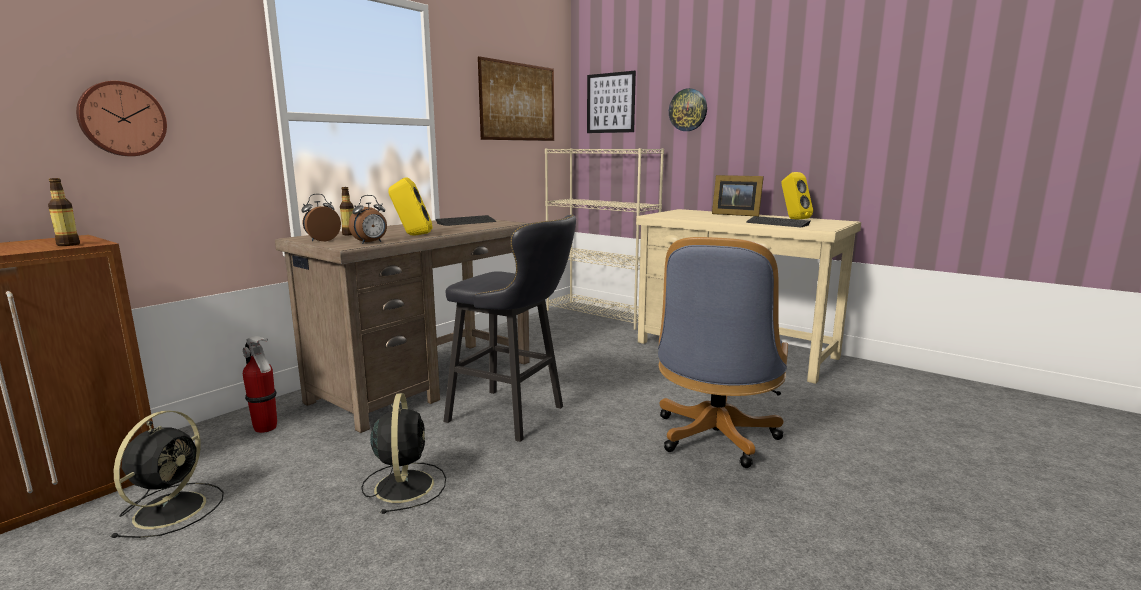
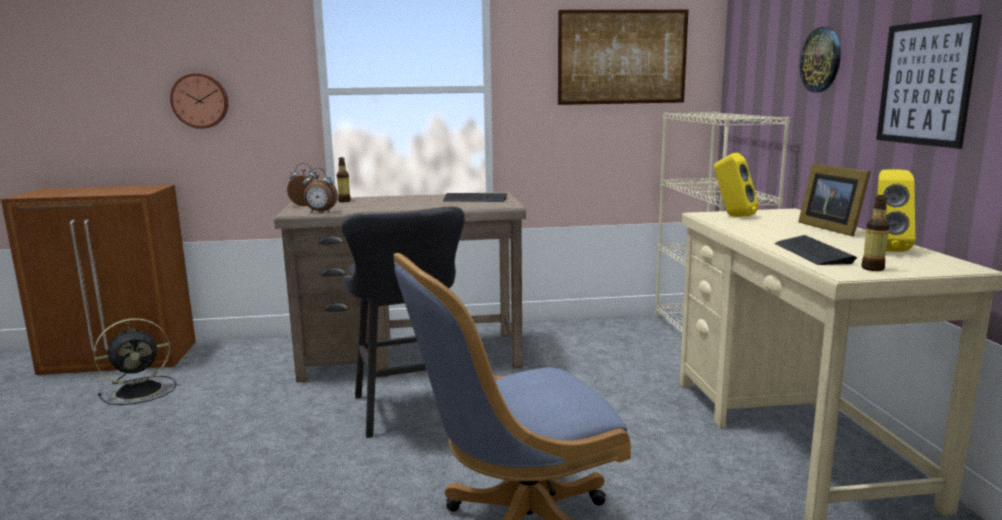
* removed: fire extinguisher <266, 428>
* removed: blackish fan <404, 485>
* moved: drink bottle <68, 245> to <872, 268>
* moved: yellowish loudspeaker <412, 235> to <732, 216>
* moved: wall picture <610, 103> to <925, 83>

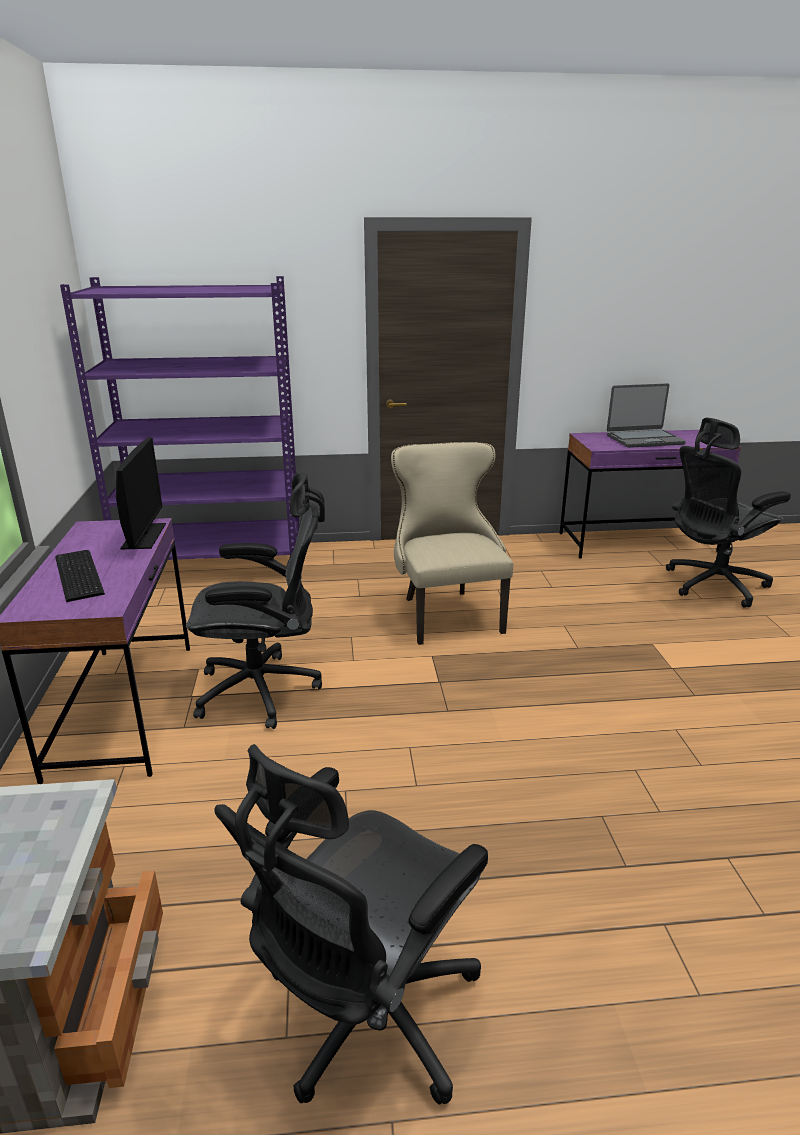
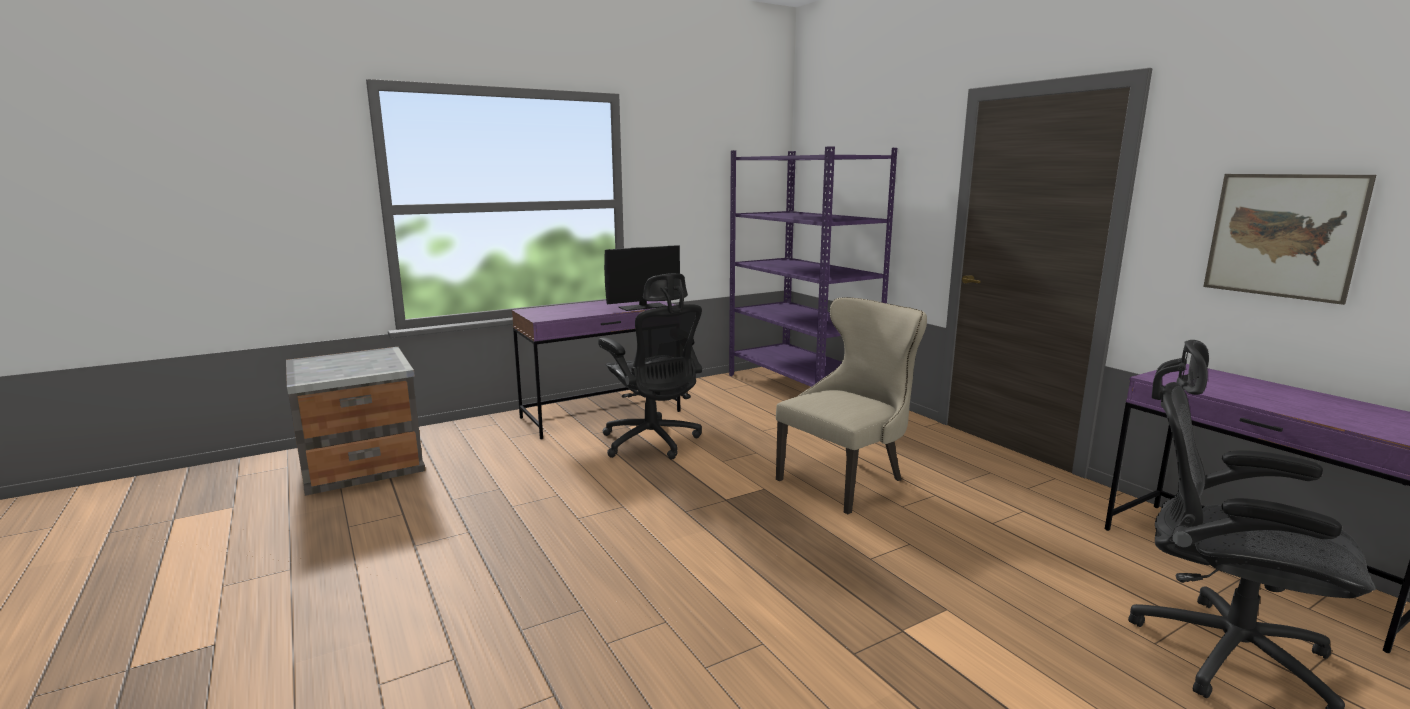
* removed: keyboard <76, 576>
* removed: desk chair <366, 1018>
* removed: notebook computer <644, 439>
* added: wall picture <1282, 235>

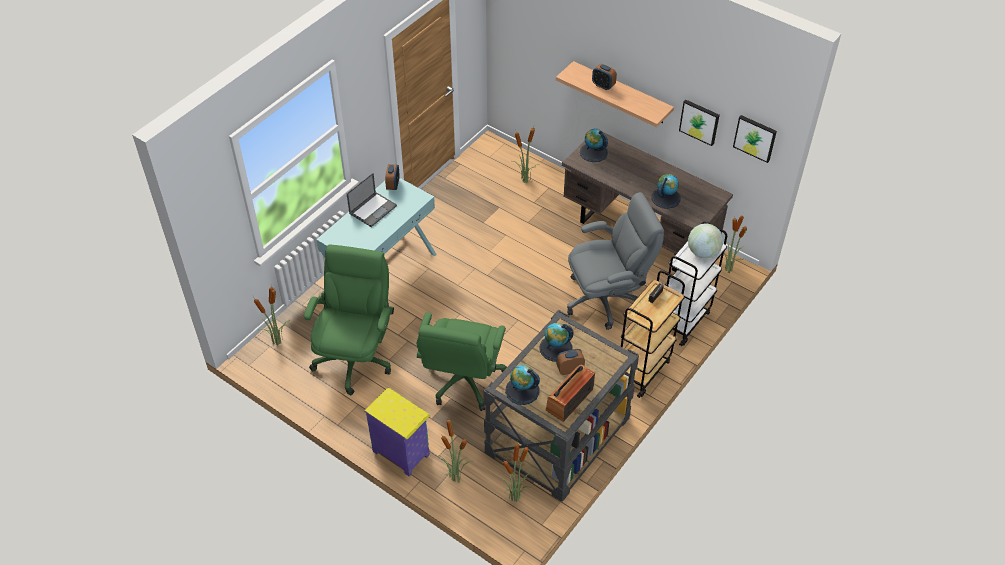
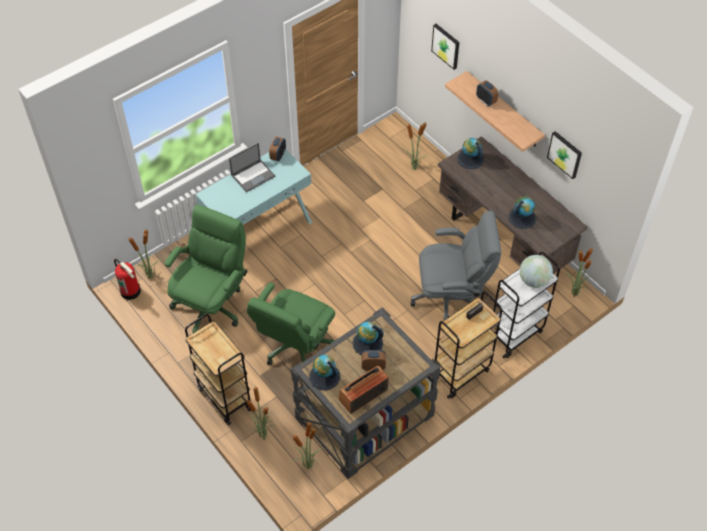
* added: fire extinguisher <131, 291>
* moved: wall picture <755, 138> to <446, 46>
* replaced: bedside table <401, 451> to brown wheeled cart <224, 399>

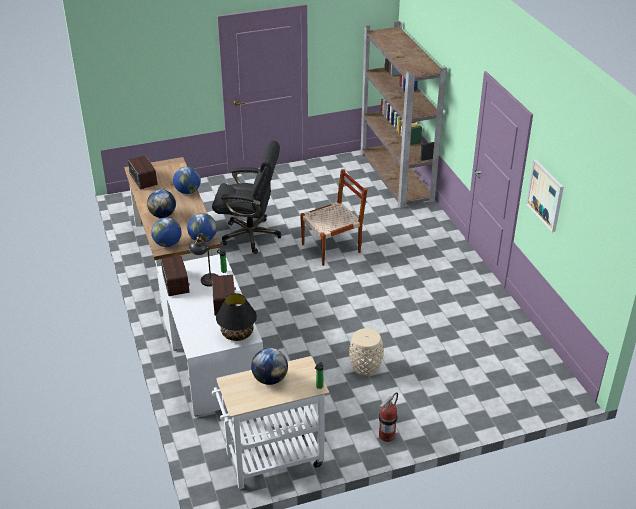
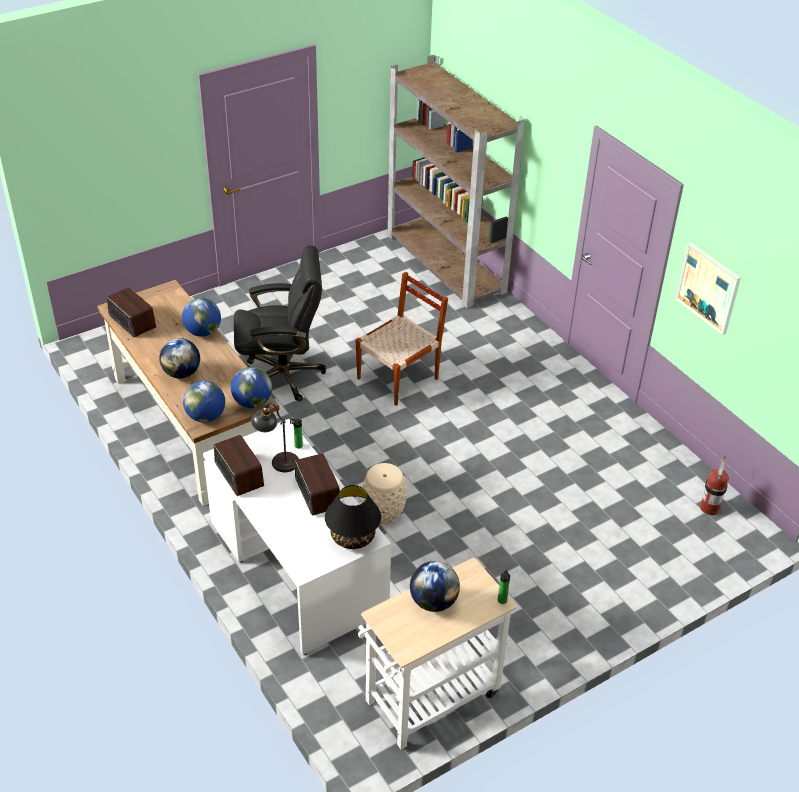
* moved: beige stool seat <365, 367> to <384, 512>
* moved: fire extinguisher <386, 435> to <709, 508>

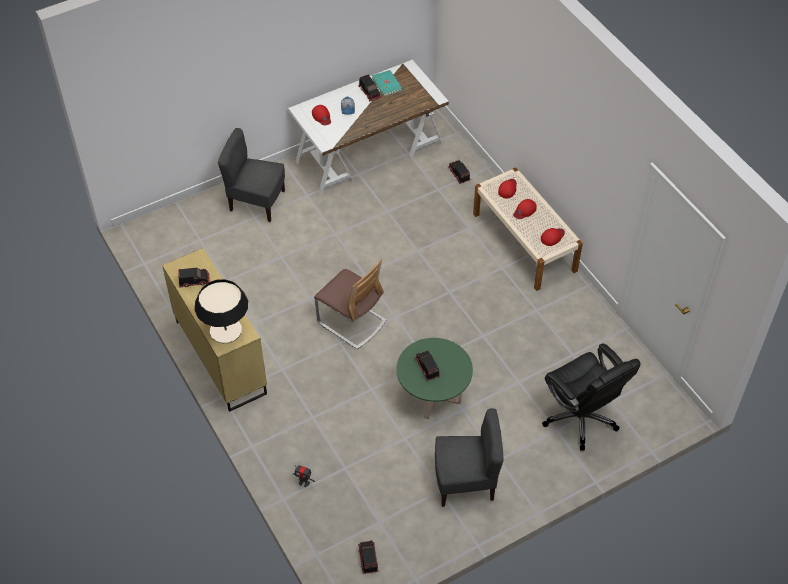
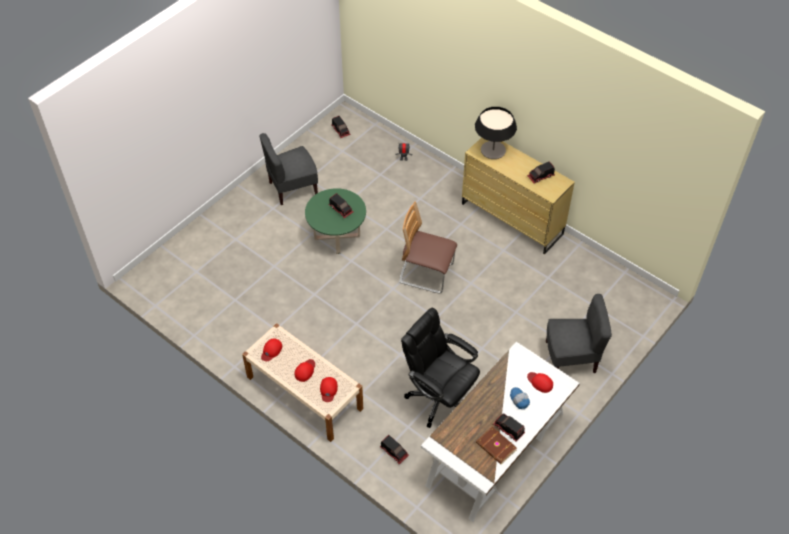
* moved: blackish desk chair <580, 417> to <439, 398>
* recoloured: blue-green book <387, 84> to brown book <495, 447>

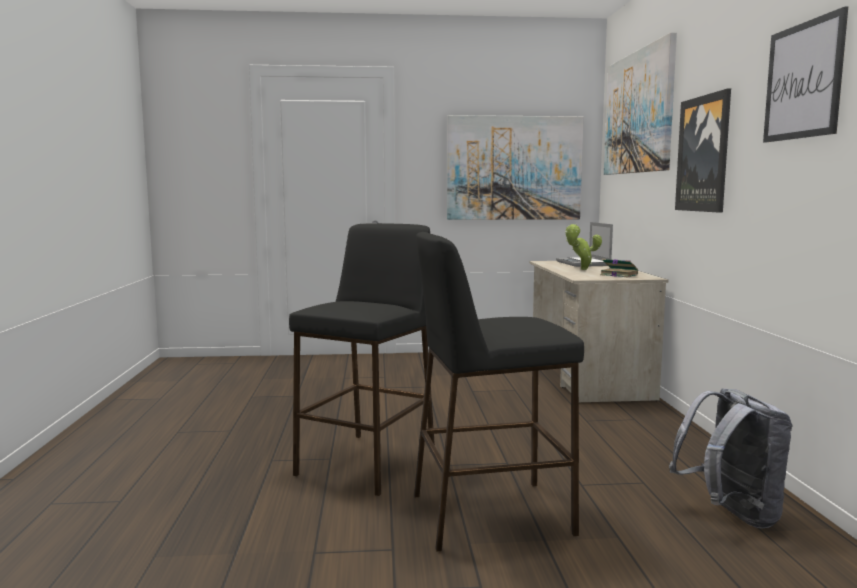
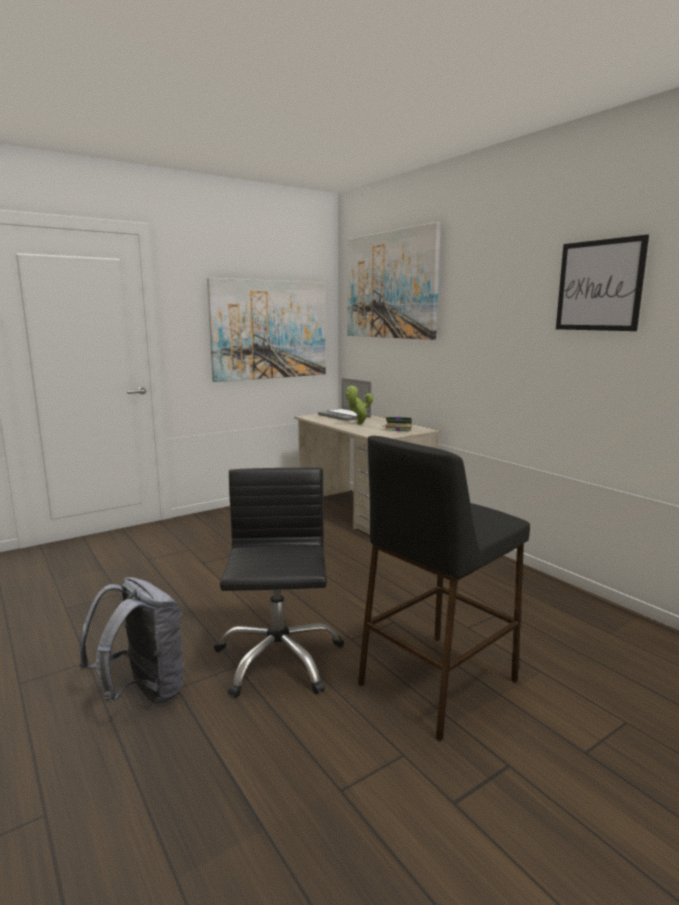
* removed: wall picture <704, 154>
* moved: gray rucksack <730, 515> to <142, 693>
* replaced: blackish stool seat <368, 462> to blackish desk chair <278, 659>

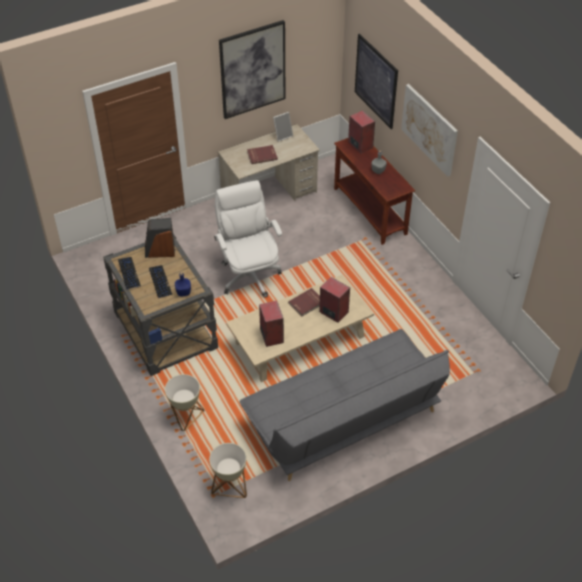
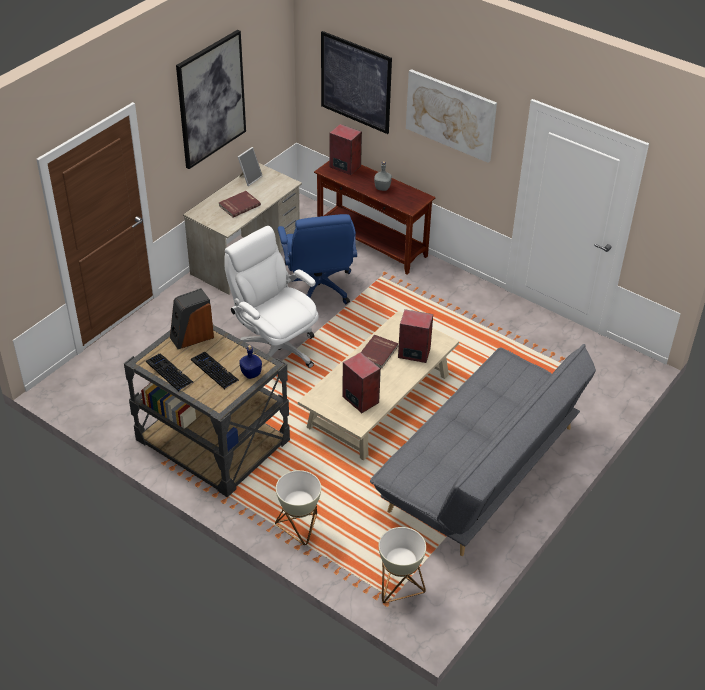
* added: blue-coloured desk chair <318, 291>

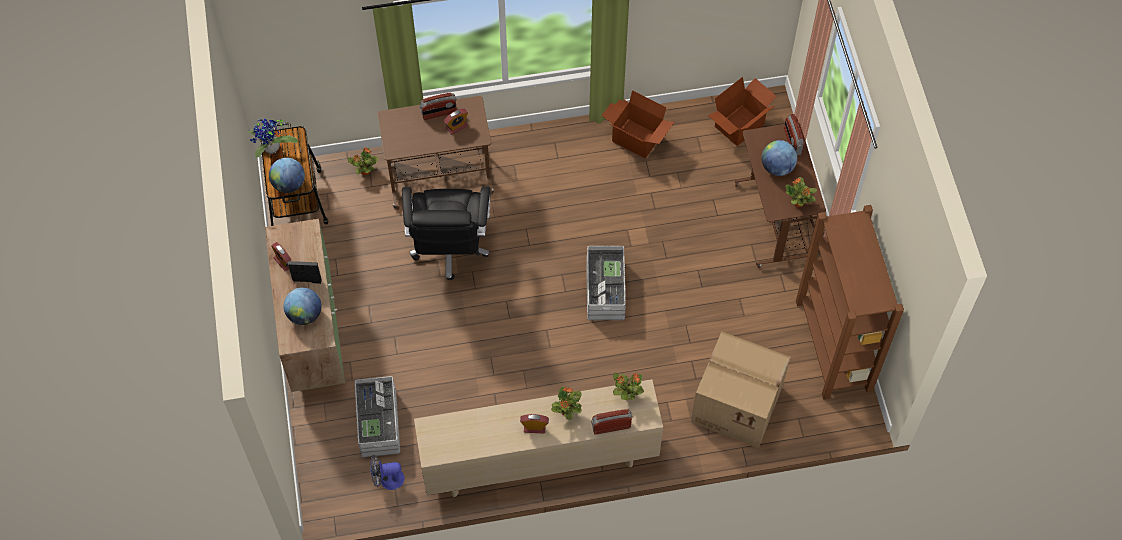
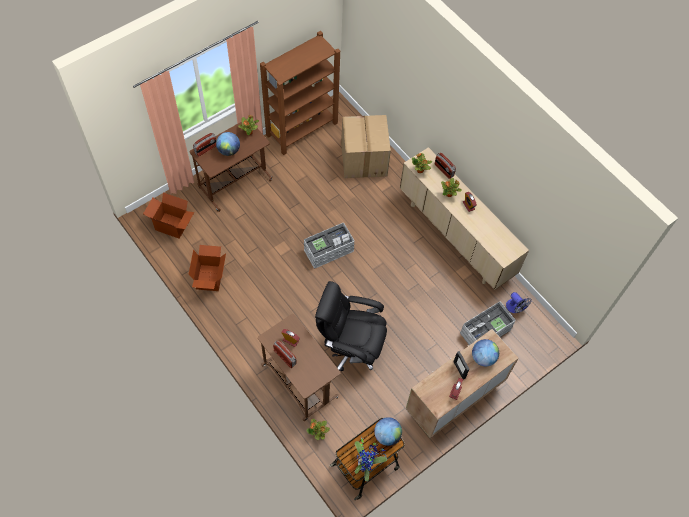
* turned: blackish desk chair <450, 252> = <350, 348> 135 degrees counterclockwise

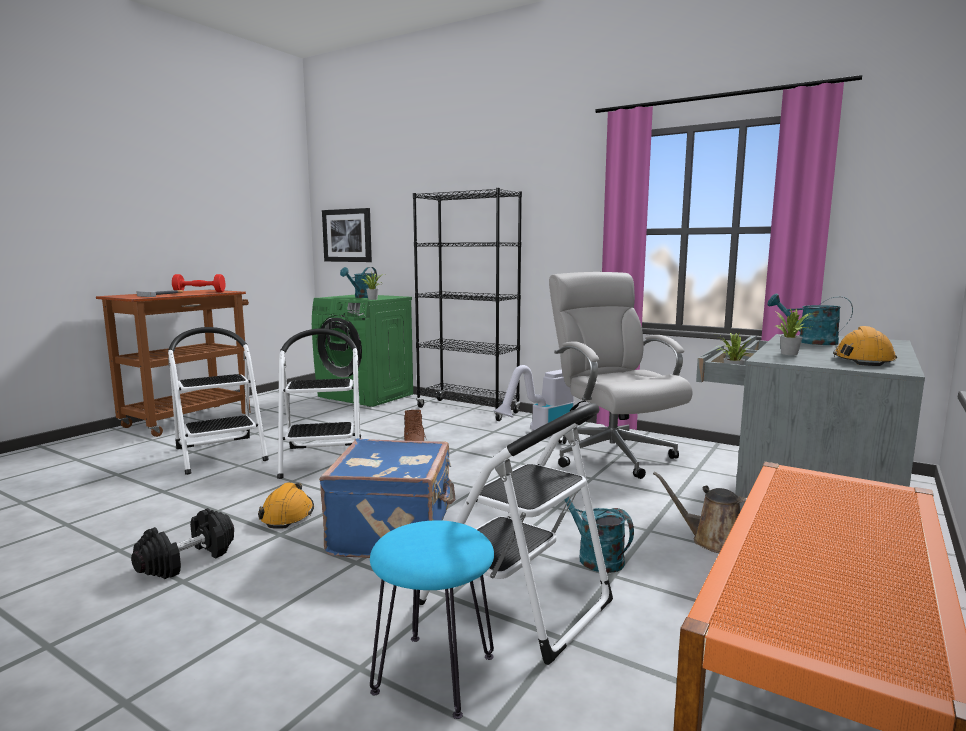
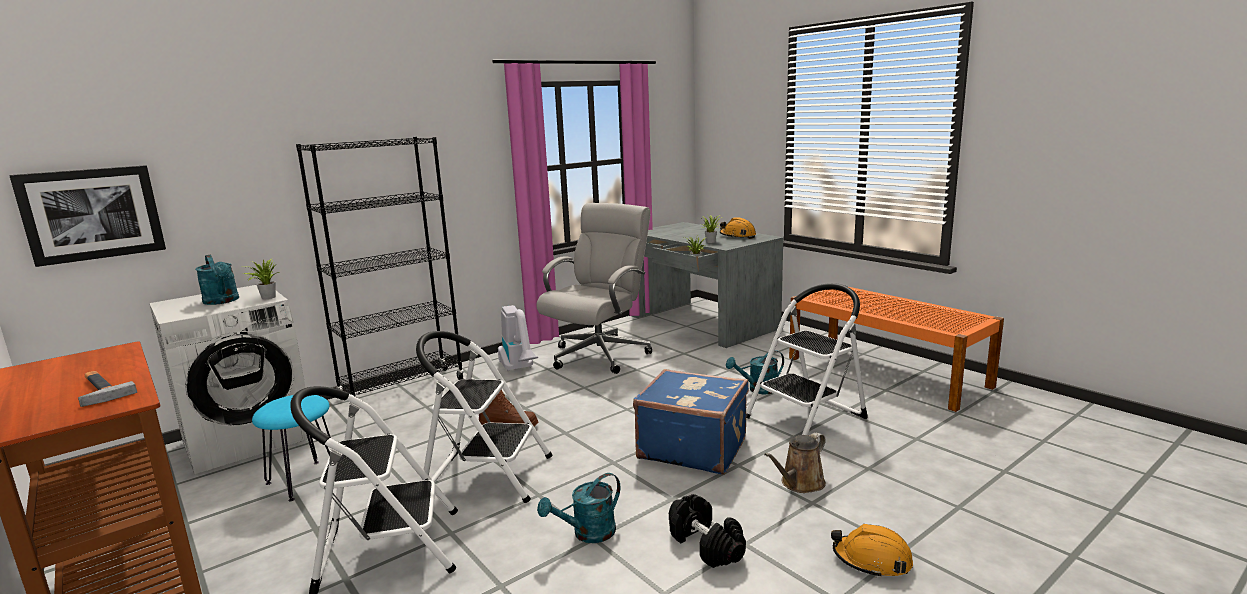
* removed: red free weight <199, 292>
* moved: orangey work helmet <287, 515> to <872, 560>
* moved: blue-green stool seat <434, 673> to <304, 480>
* moved: brown watering can <712, 541> to <800, 484>
* moved: blue-green watering can <809, 342> to <587, 534>
* recoloured: greenish washing machine <366, 397> to white-coloured washing machine <249, 442>
* turned: gray desk chair <612, 456> = <599, 356> 135 degrees clockwise

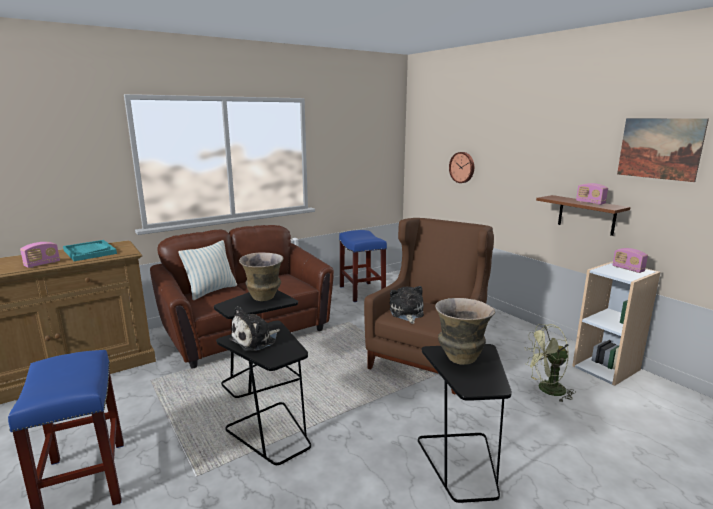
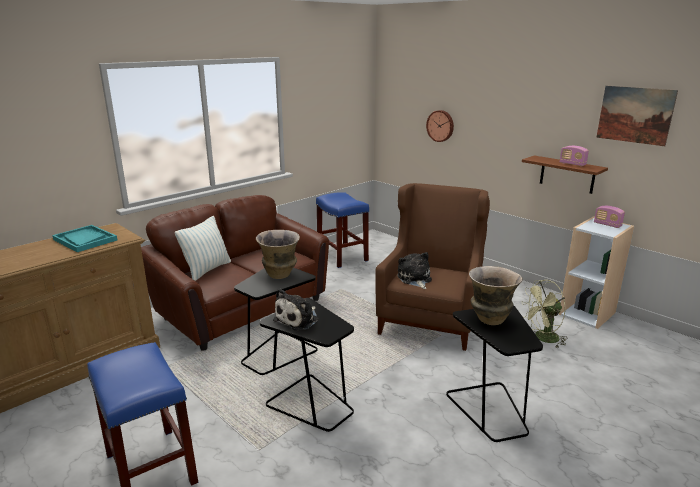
* removed: radio set <42, 264>

